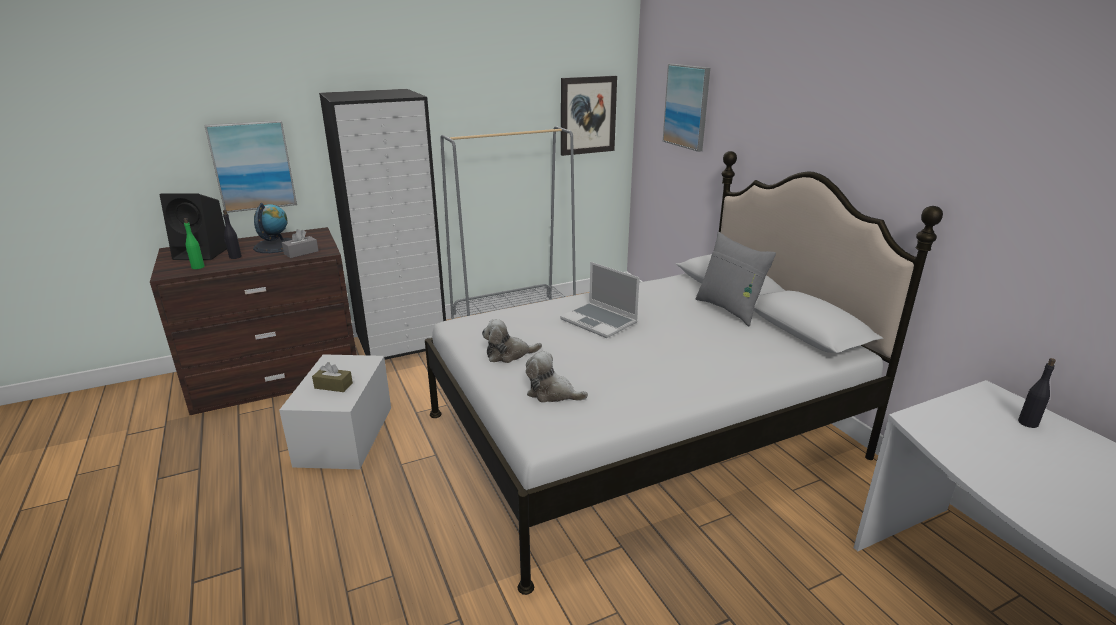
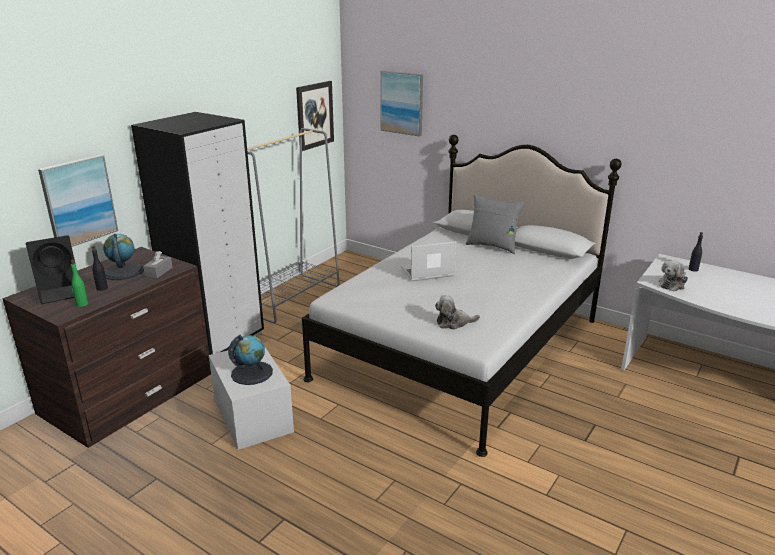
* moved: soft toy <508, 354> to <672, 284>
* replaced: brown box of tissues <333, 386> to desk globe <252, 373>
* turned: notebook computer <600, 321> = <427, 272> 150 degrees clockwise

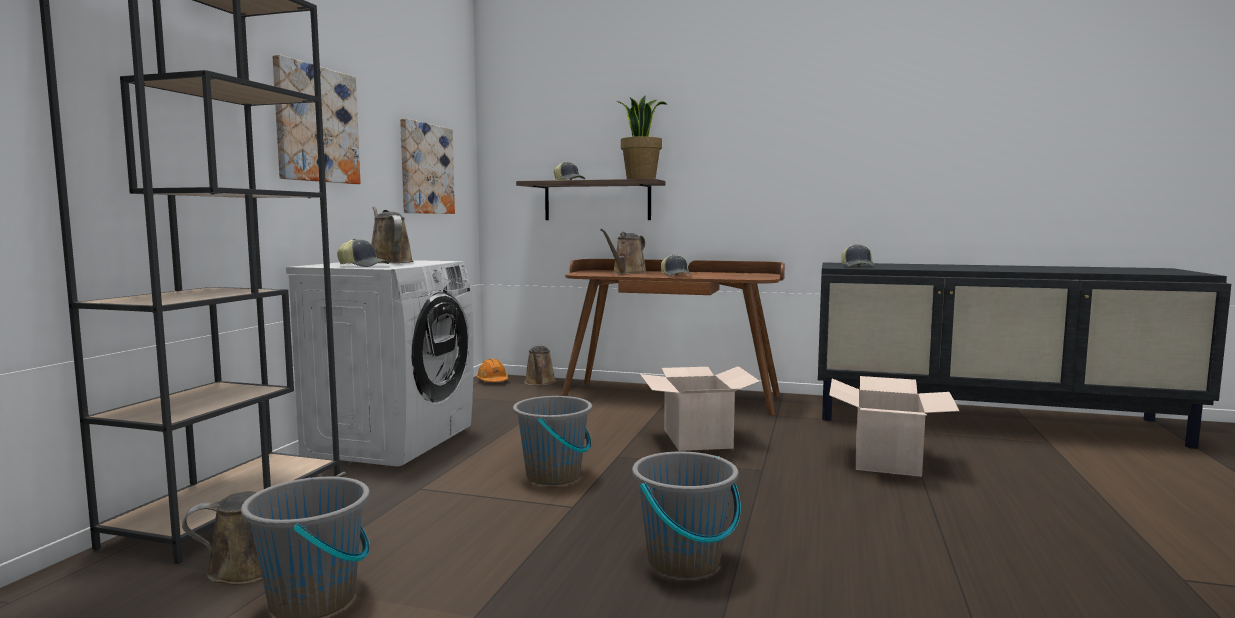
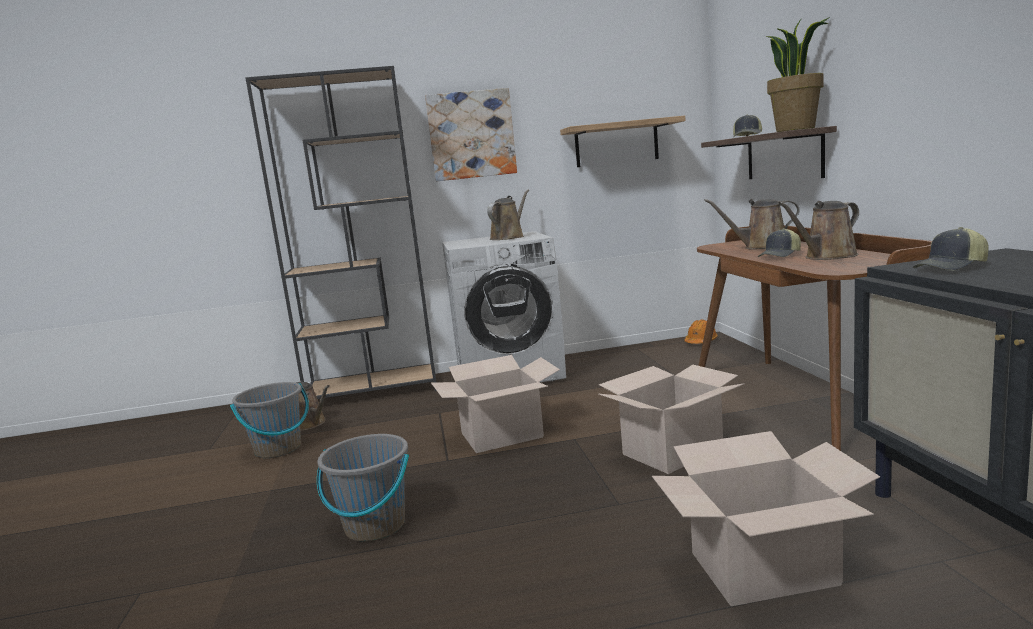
* removed: baseball cap <364, 266>
* moved: brown watering can <539, 382> to <827, 257>
* replaced: wall picture <426, 169> to shelf <616, 143>
* replaced: gray water bucket <554, 476> to cardboard box <502, 435>

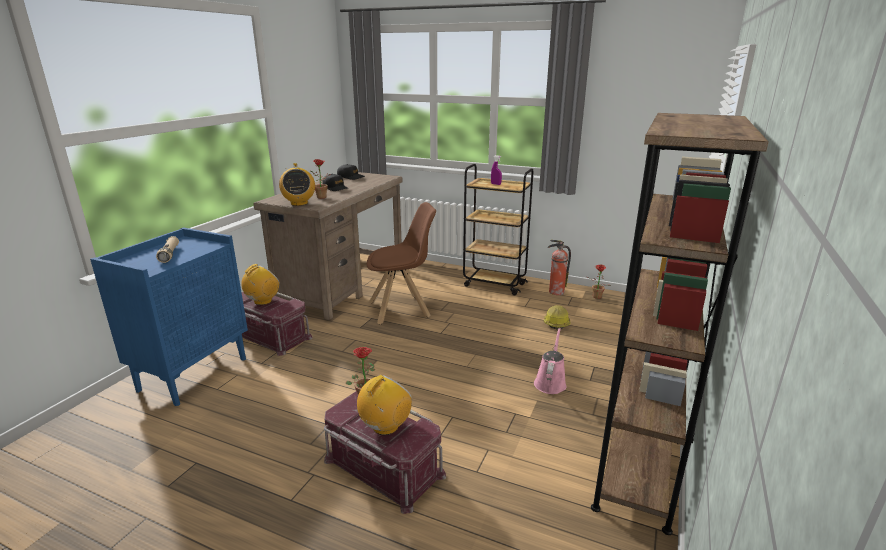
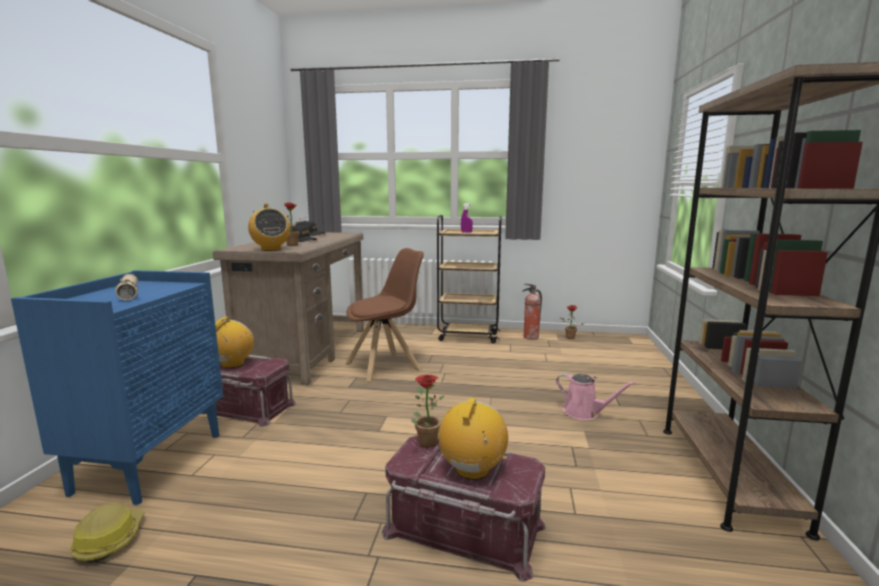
* moved: work helmet <556, 322> to <109, 540>
* turned: pink-coloured watering can <550, 382> = <584, 412> 120 degrees clockwise

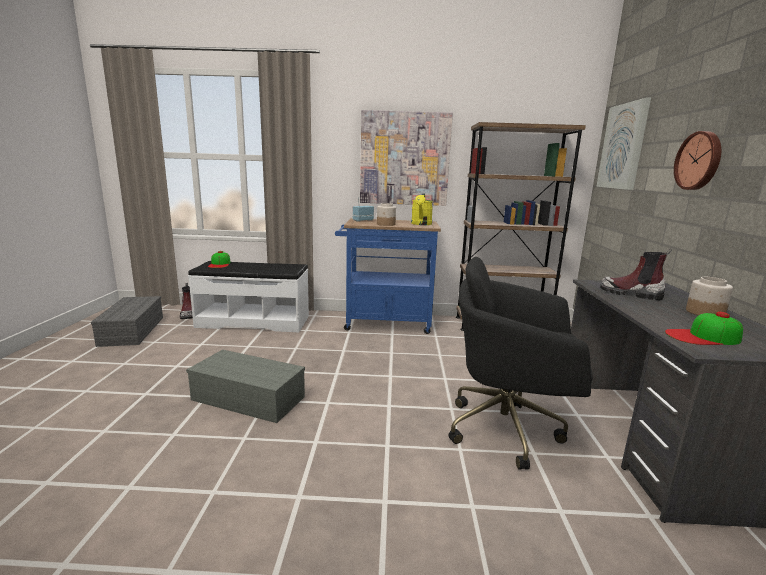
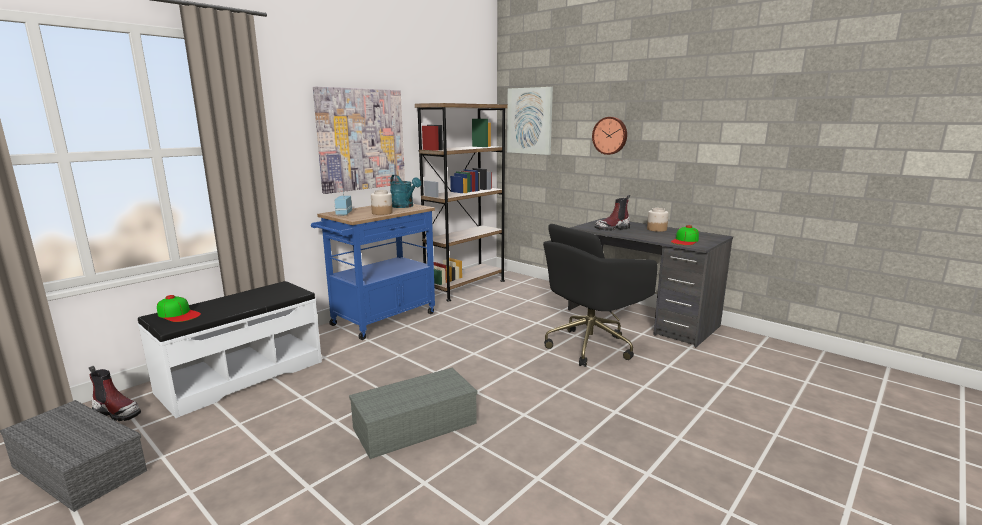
* recoloured: yellowish watering can <421, 224> to blue-green watering can <404, 206>

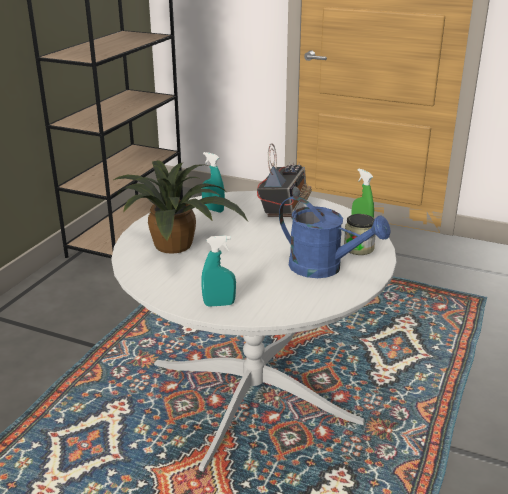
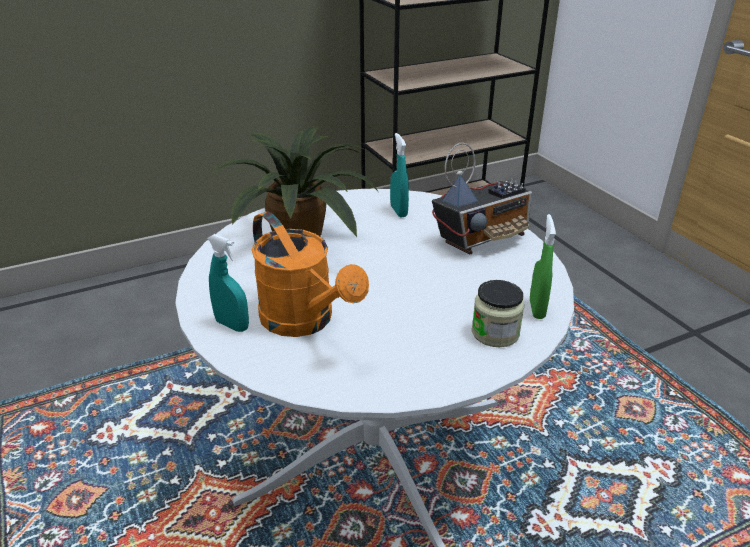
* removed: blue-coloured watering can <324, 268>
* added: orangey watering can <305, 321>

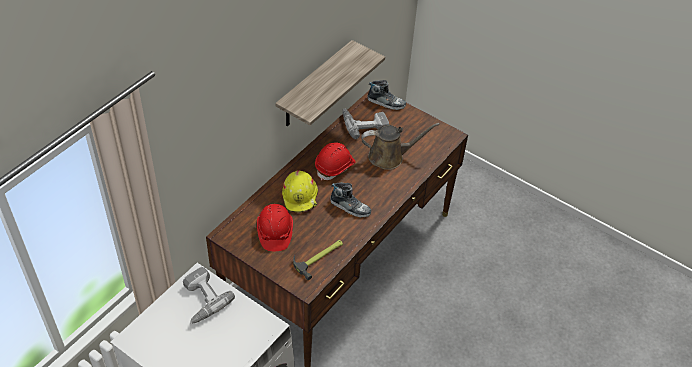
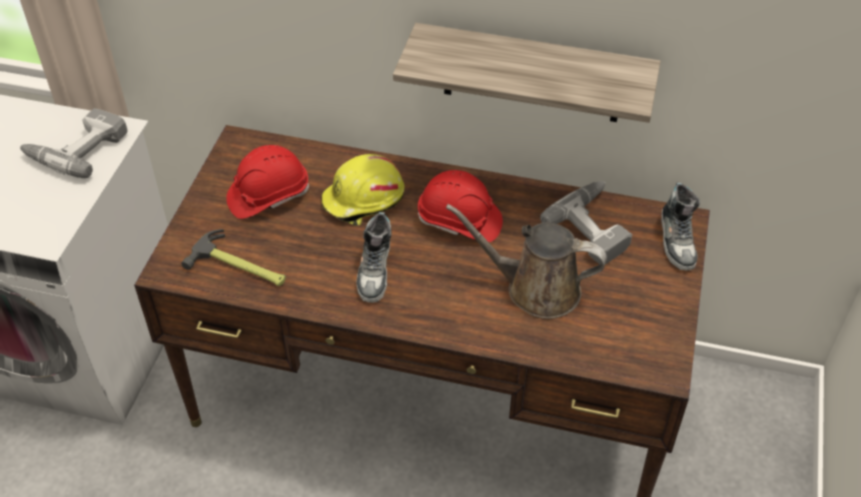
* turned: brown watering can <390, 157> = <535, 289> 135 degrees clockwise

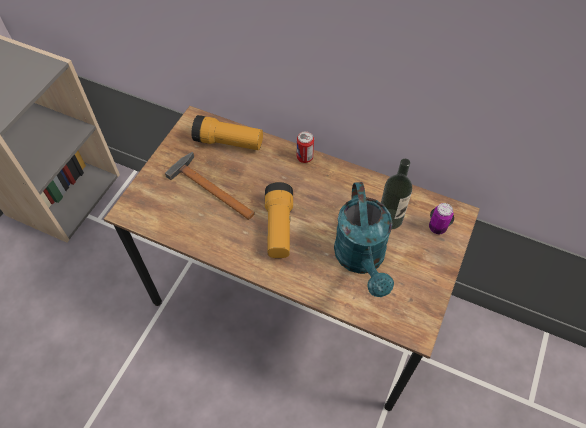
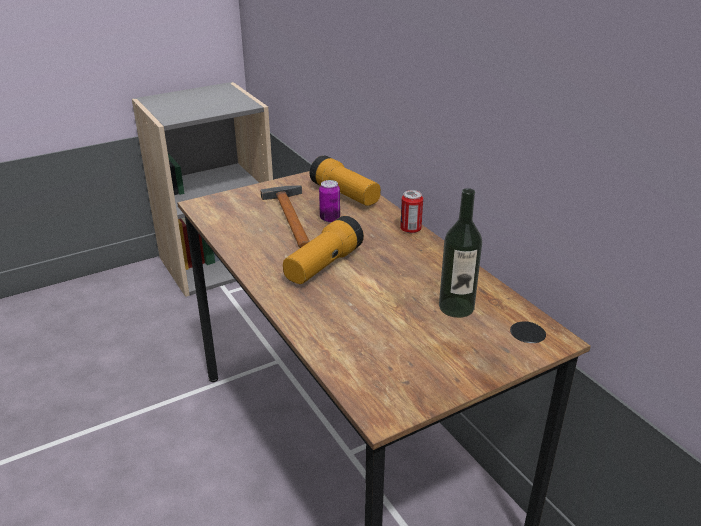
* removed: blue-green watering can <362, 259>
* moved: can <437, 228> to <330, 218>

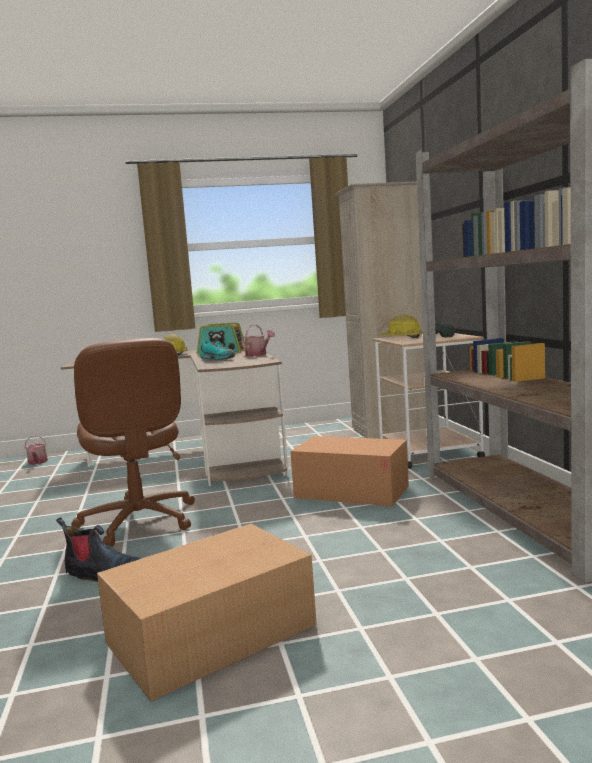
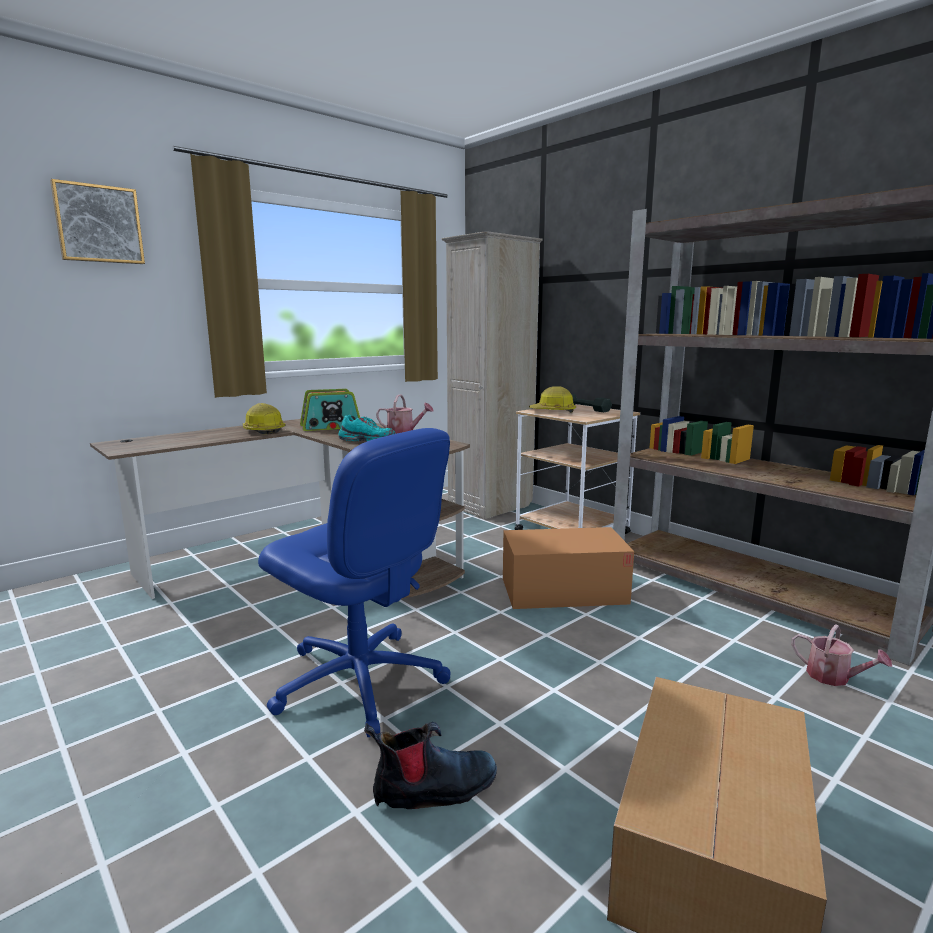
* added: wall picture <98, 224>
* moved: watering can <37, 462> to <834, 677>
* recoloured: brown desk chair <138, 521> to blue-coloured desk chair <359, 681>

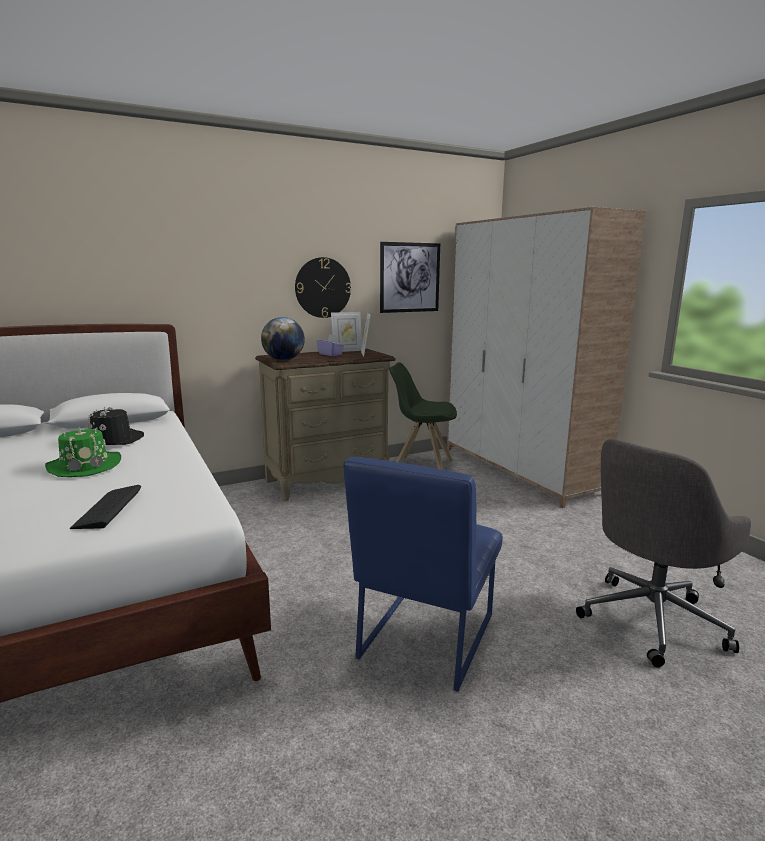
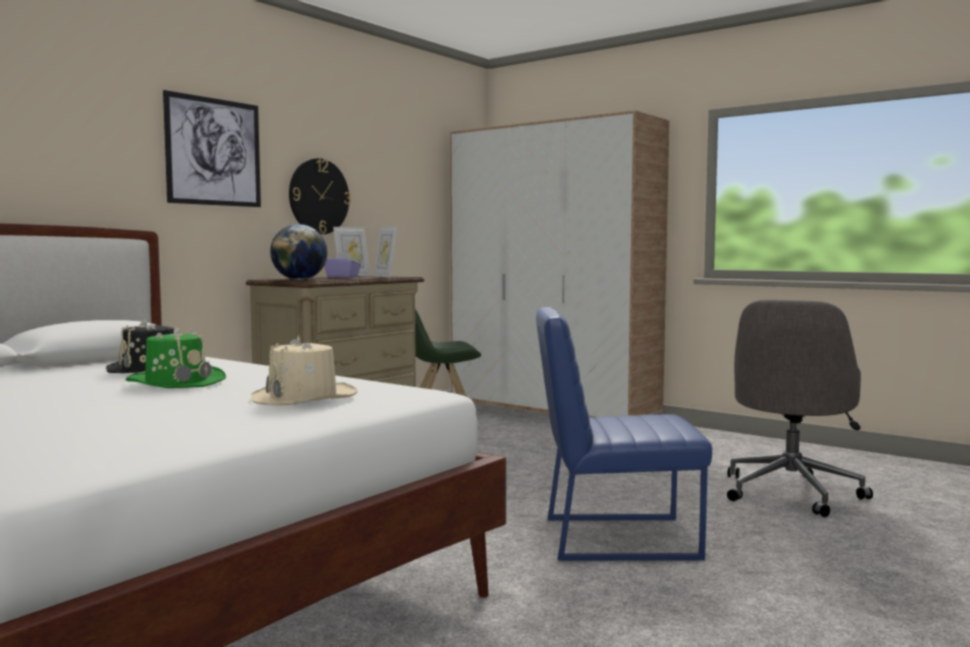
* moved: wall picture <410, 277> to <214, 152>
* replaced: keyboard <108, 508> to beige wearable hat <304, 398>
* turned: blue-coloured chair <424, 638> = <615, 537> 90 degrees clockwise

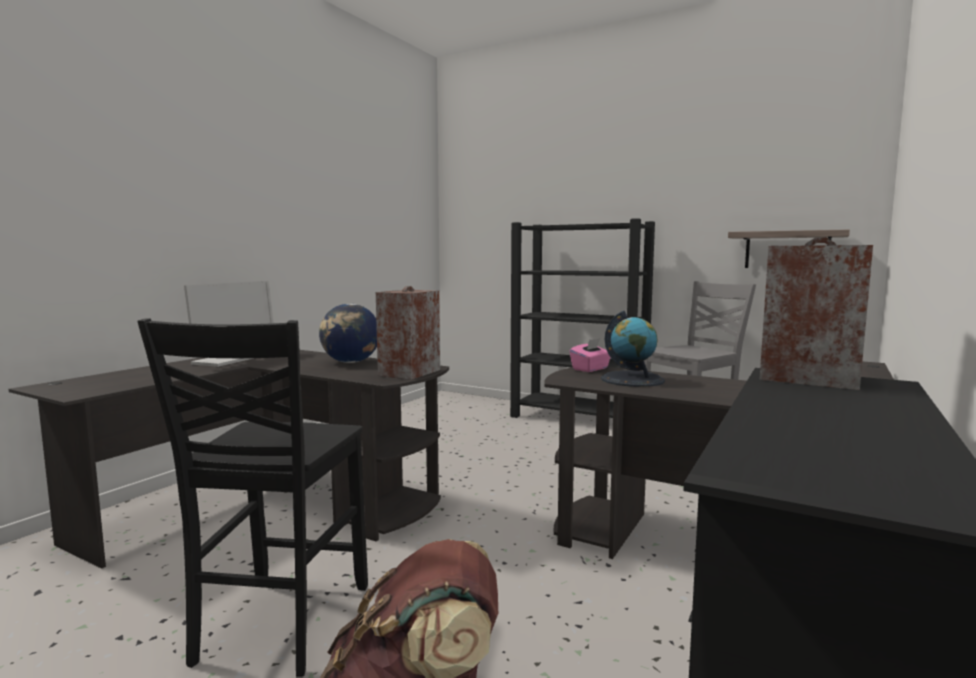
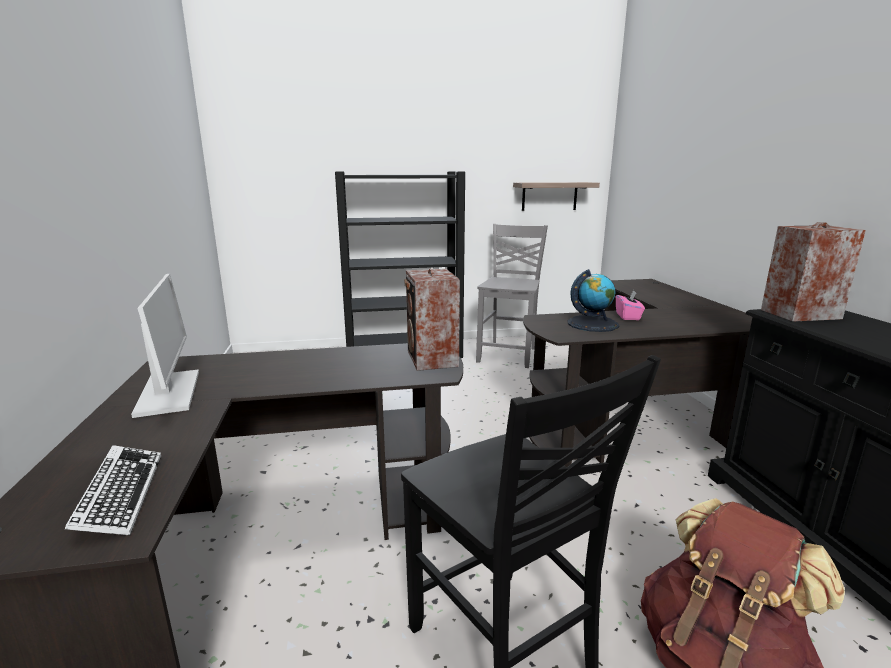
* removed: desk globe <350, 362>
* added: keyboard <120, 495>
* moved: pink-coloured box of tissues <590, 369> to <628, 316>

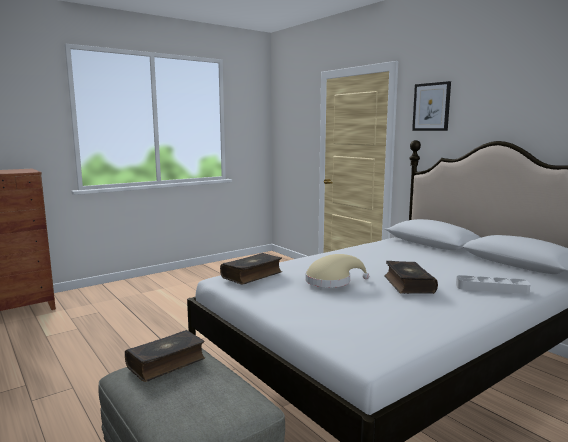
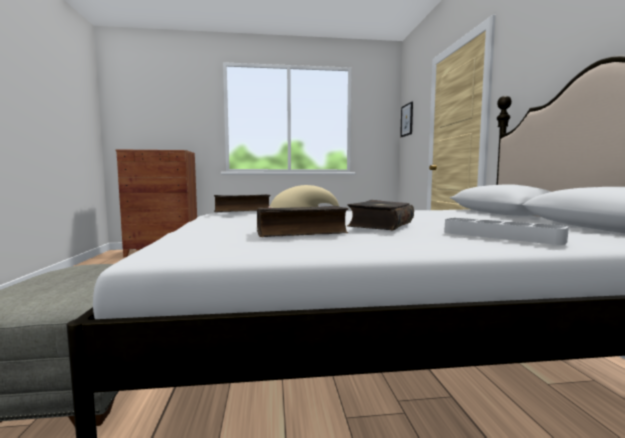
* moved: book <166, 363> to <301, 232>
* moved: wall picture <431, 107> to <407, 120>

